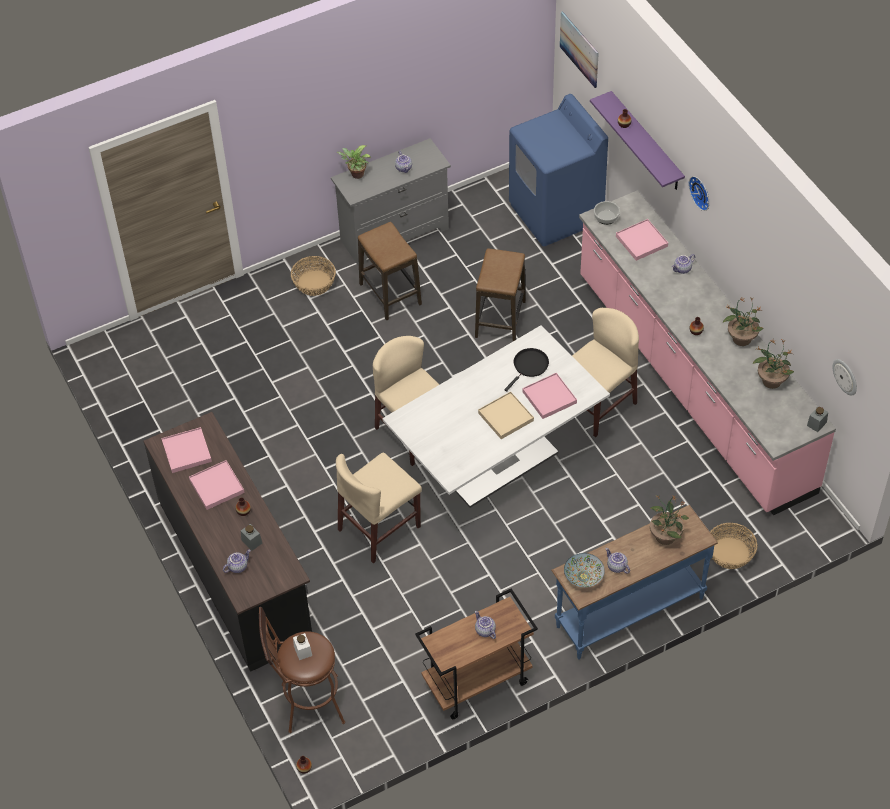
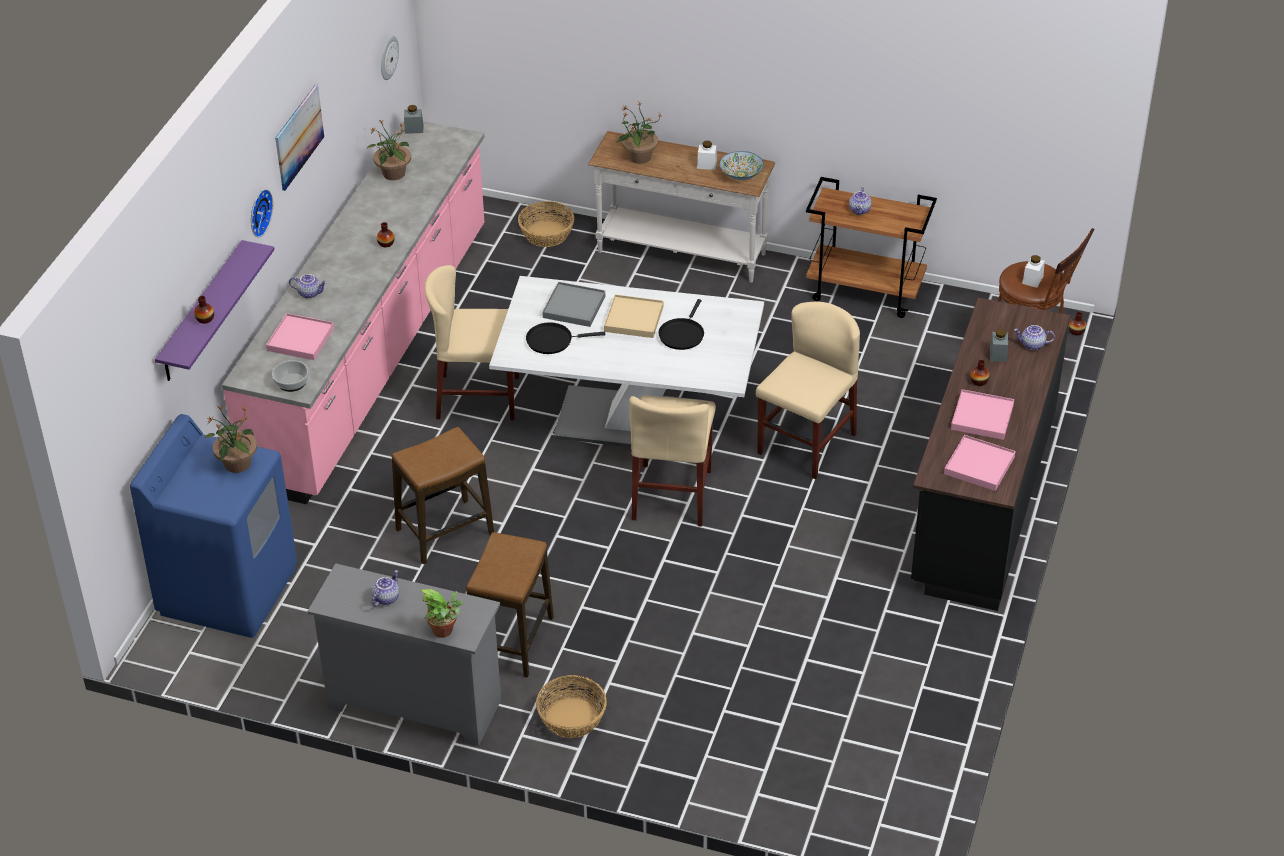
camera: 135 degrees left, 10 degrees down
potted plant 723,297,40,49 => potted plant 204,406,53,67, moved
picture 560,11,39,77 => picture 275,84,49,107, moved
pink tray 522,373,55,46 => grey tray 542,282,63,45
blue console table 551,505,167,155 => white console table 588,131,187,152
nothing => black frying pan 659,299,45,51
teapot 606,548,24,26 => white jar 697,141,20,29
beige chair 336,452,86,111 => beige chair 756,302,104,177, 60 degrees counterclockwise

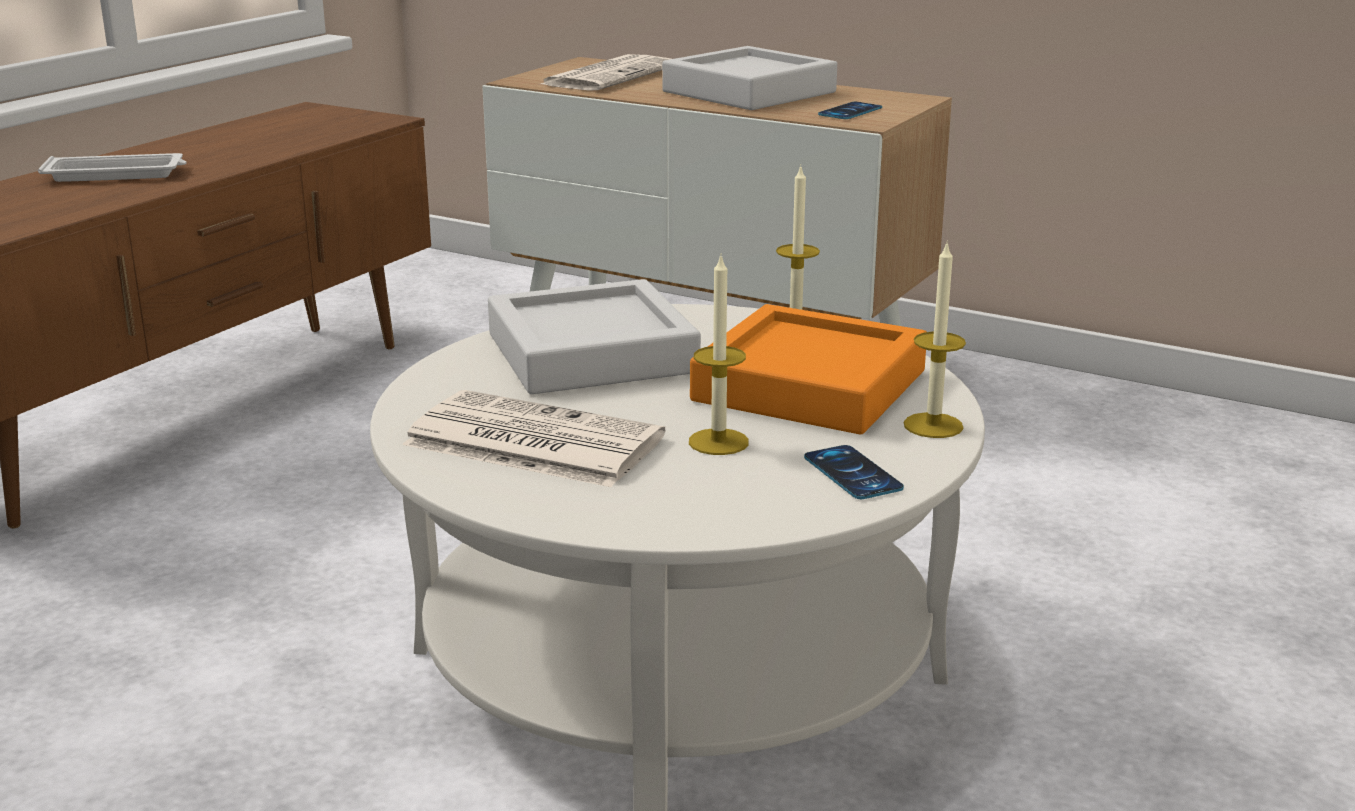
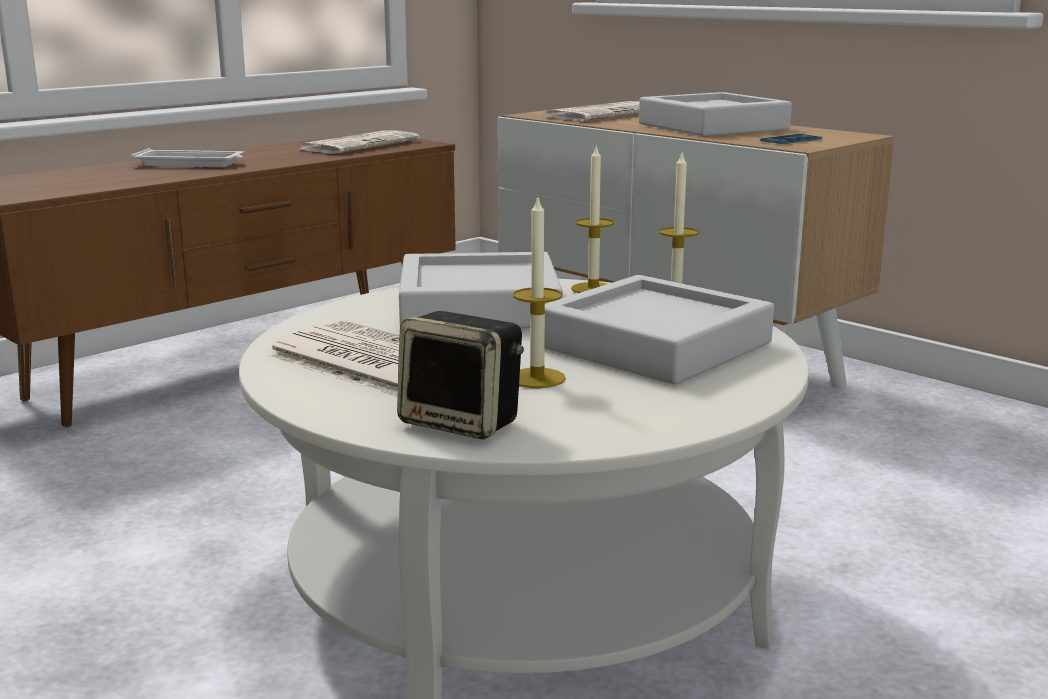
camera: 15 degrees right, 5 degrees down
nothing => newspaper 297,130,123,24
nothing => speaker 397,311,127,128
orange tray 690,304,236,130 => grey tray 544,275,230,109
candle 904,241,62,197 => candle 571,144,43,149, moved
phone 804,445,100,54 => nothing

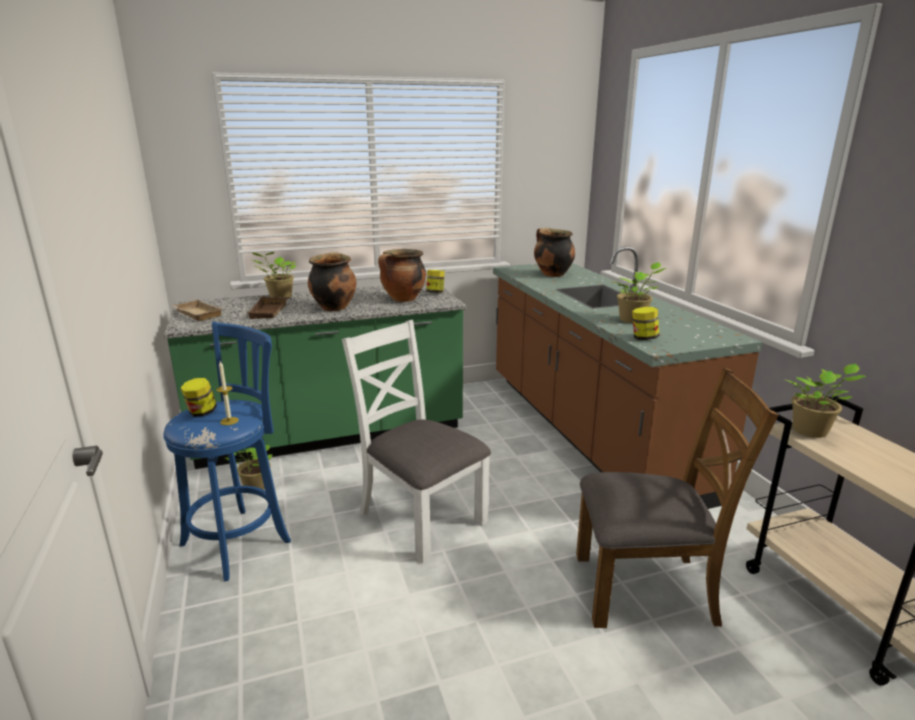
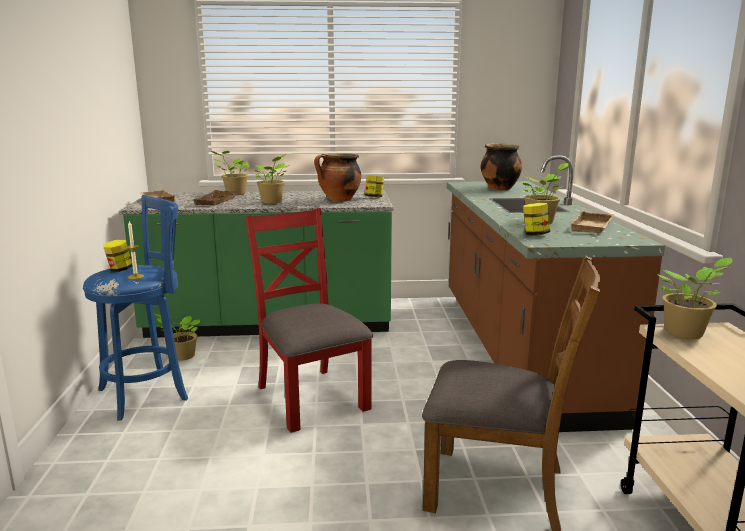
camera: 15 degrees right, 5 degrees down
white chair 342,320,149,243 => red chair 245,208,128,225
cooking pot 308,252,48,59 => potted plant 252,154,38,49
nothing => beige tray 570,211,44,22

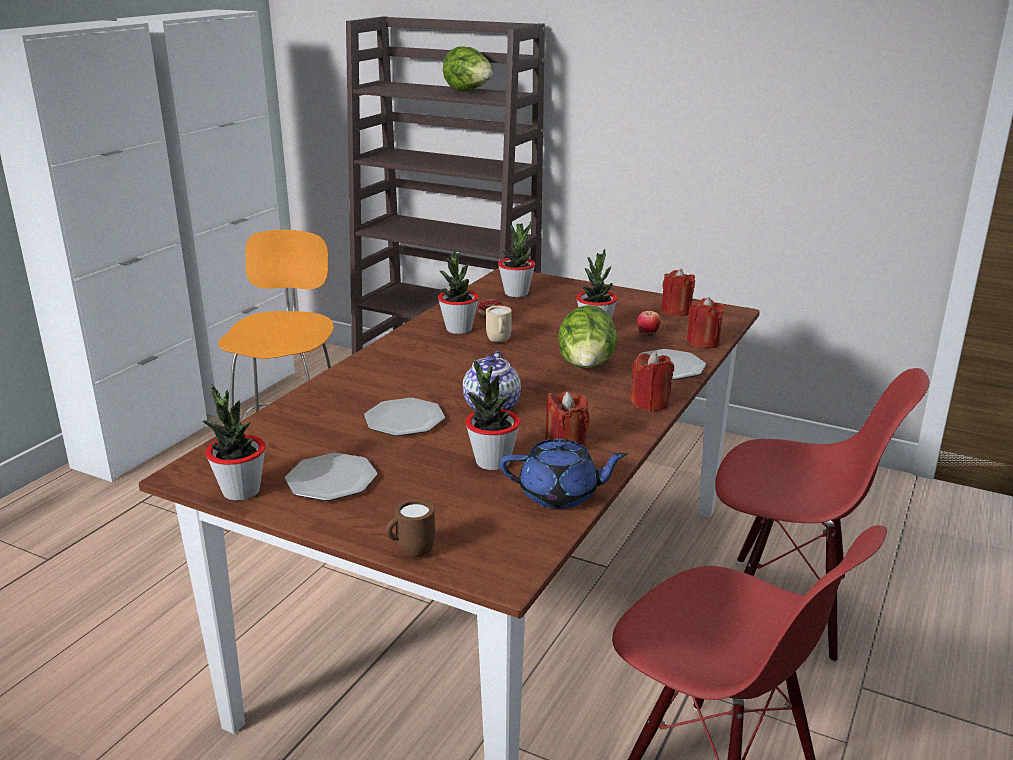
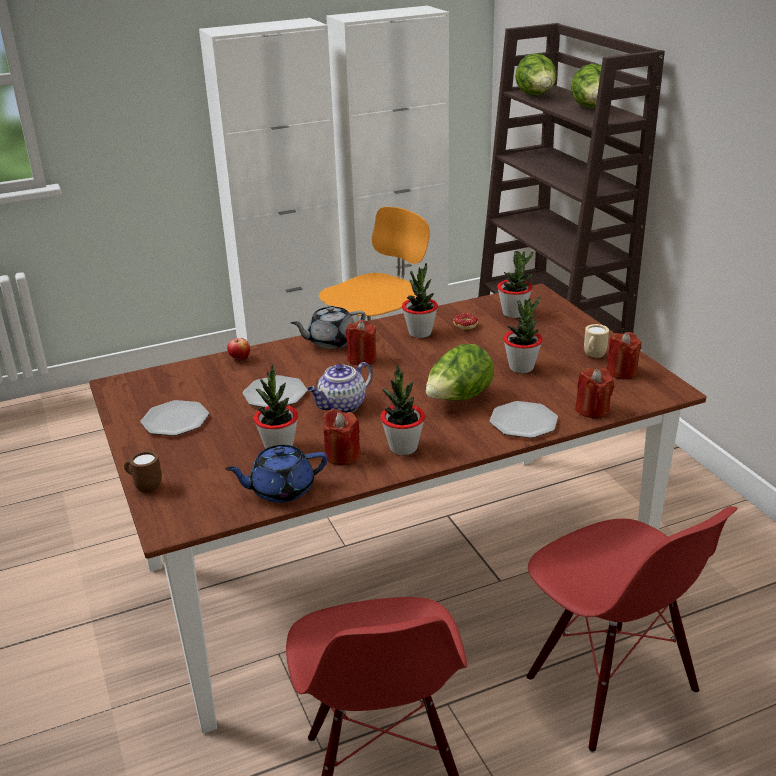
camera: 40 degrees right, 5 degrees up
blue teapot 500,438,128,71 => blue teapot 225,445,102,58, 120 degrees clockwise
apple 637,311,24,25 => apple 227,338,23,23, moved
nothing => grey teapot 291,306,75,43
red candle 630,352,44,59 => red candle 346,320,30,45, moved
potted plant 202,384,64,117 => potted plant 381,364,44,91, moved
nothing => lettuce 515,53,42,42
beige mug 486,306,26,36 => beige mug 584,324,25,34, moved

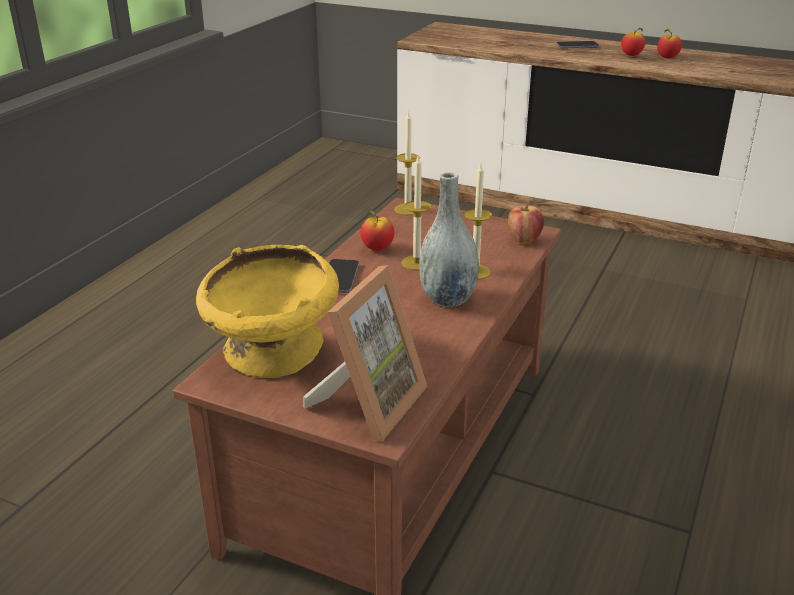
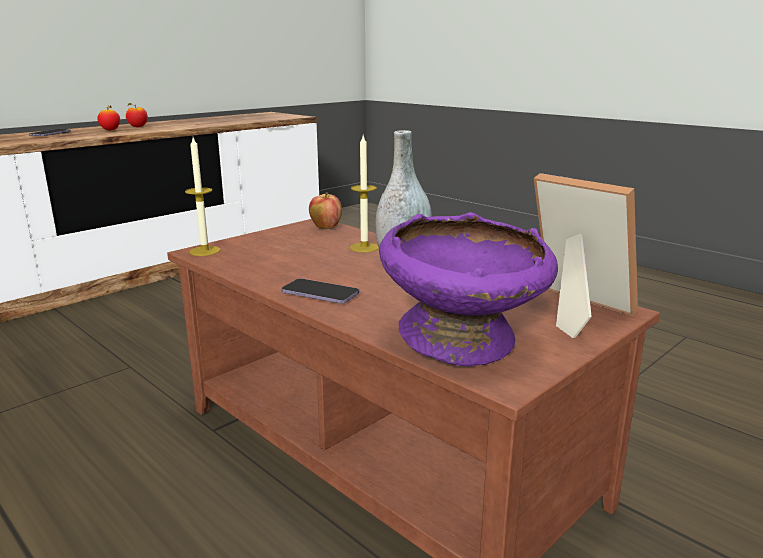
camera: 70 degrees left, 10 degrees down
yellow bowl 196,245,143,133 => purple bowl 379,212,179,154
apple 360,210,34,40 => nothing
candle 402,156,29,114 => nothing

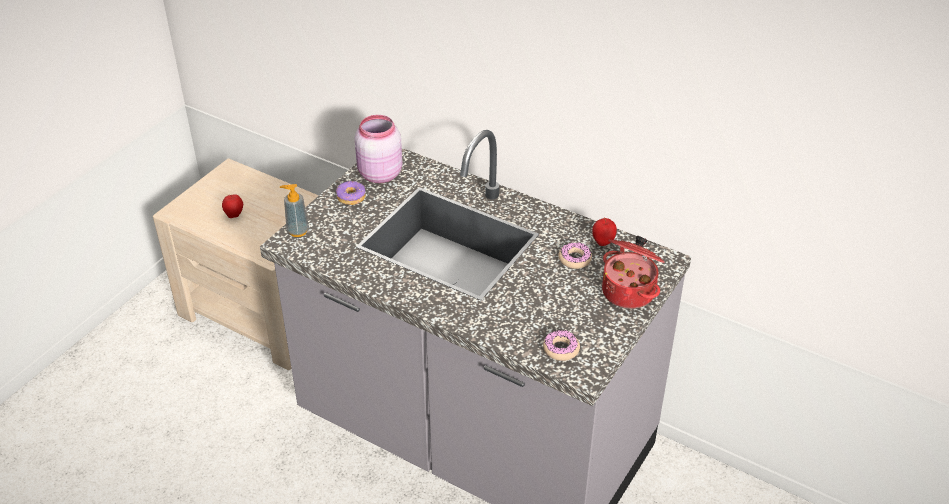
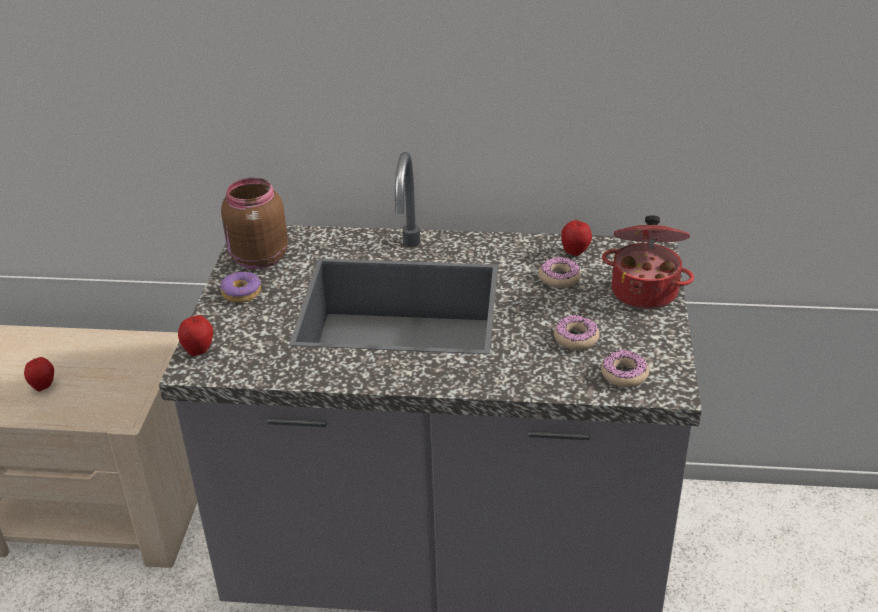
camera: 25 degrees left, 5 degrees down
soap dispenser 280,184,29,53 => apple 178,315,35,41
pink jar 355,115,47,68 => brown jar 221,178,67,91
nothing => donut 554,315,46,35

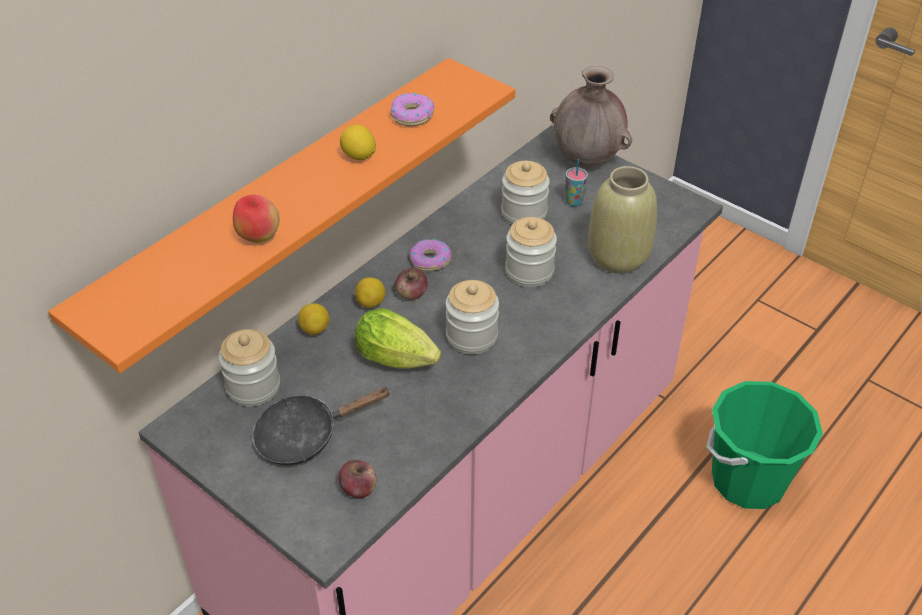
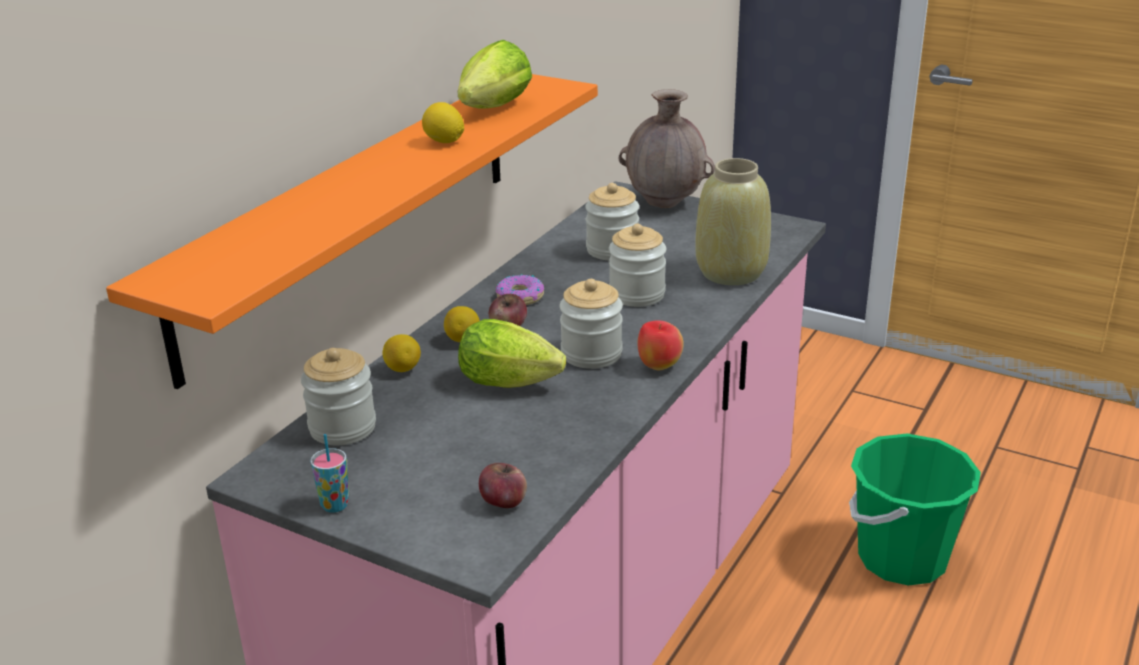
camera: 10 degrees left, 15 degrees down
cup 565,159,23,48 => cup 310,434,39,79, moved
donut 390,93,45,33 => lettuce 458,40,74,69
apple 233,195,47,48 => apple 638,320,46,51, moved
black frying pan 252,387,139,78 => nothing

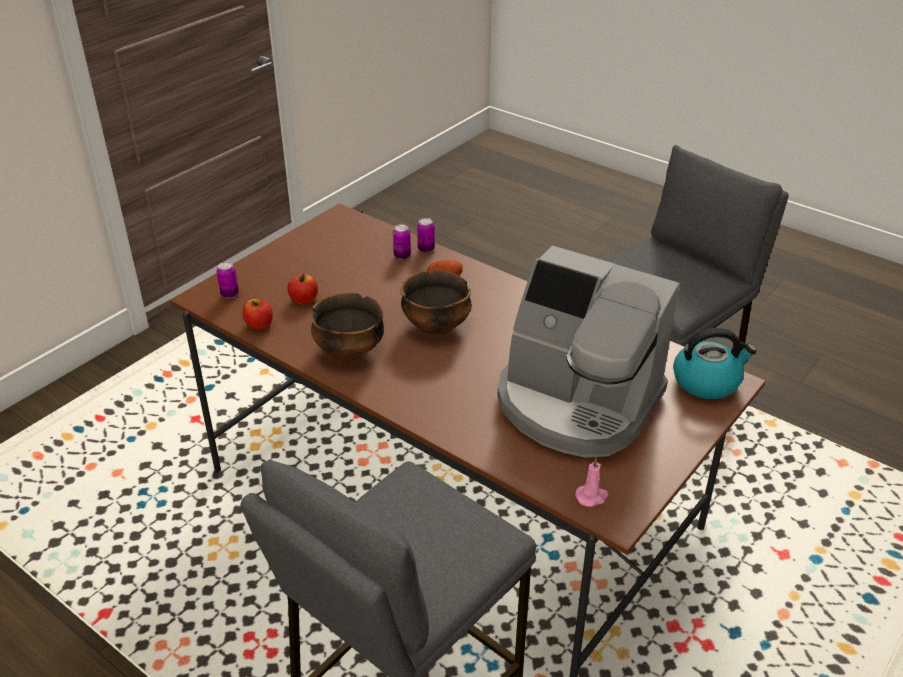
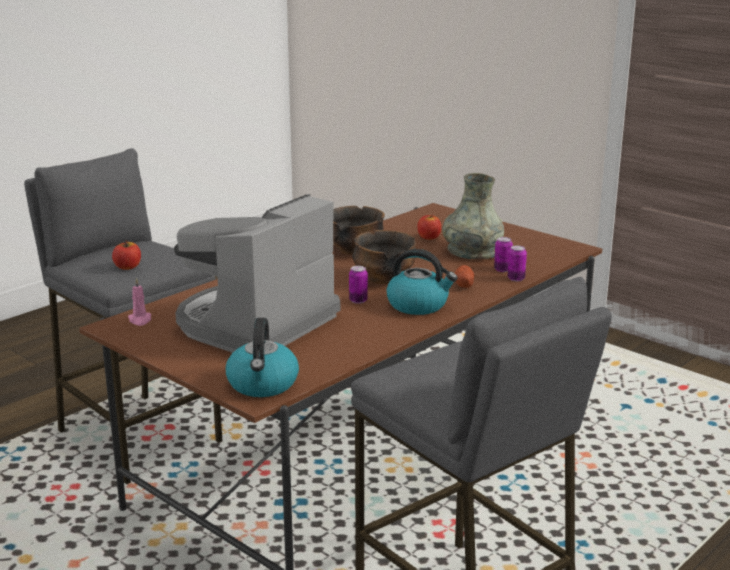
camera: 95 degrees right, 15 degrees down
apple 242,299,31,31 => apple 112,240,29,30, moved
can 217,262,22,36 => can 349,266,19,38, moved
nothing => kettle 386,249,71,66
nothing => grey vase 442,173,62,87

